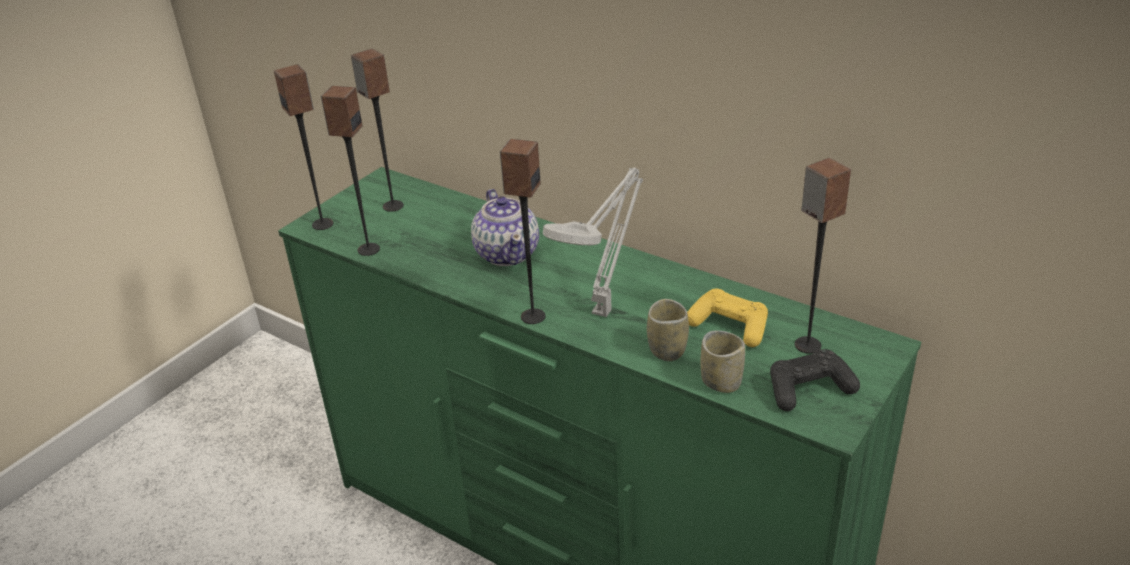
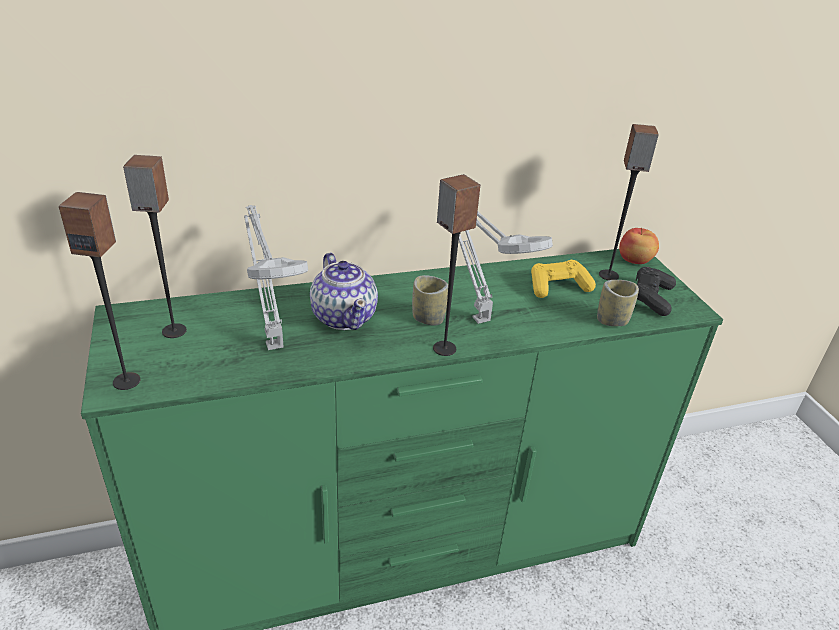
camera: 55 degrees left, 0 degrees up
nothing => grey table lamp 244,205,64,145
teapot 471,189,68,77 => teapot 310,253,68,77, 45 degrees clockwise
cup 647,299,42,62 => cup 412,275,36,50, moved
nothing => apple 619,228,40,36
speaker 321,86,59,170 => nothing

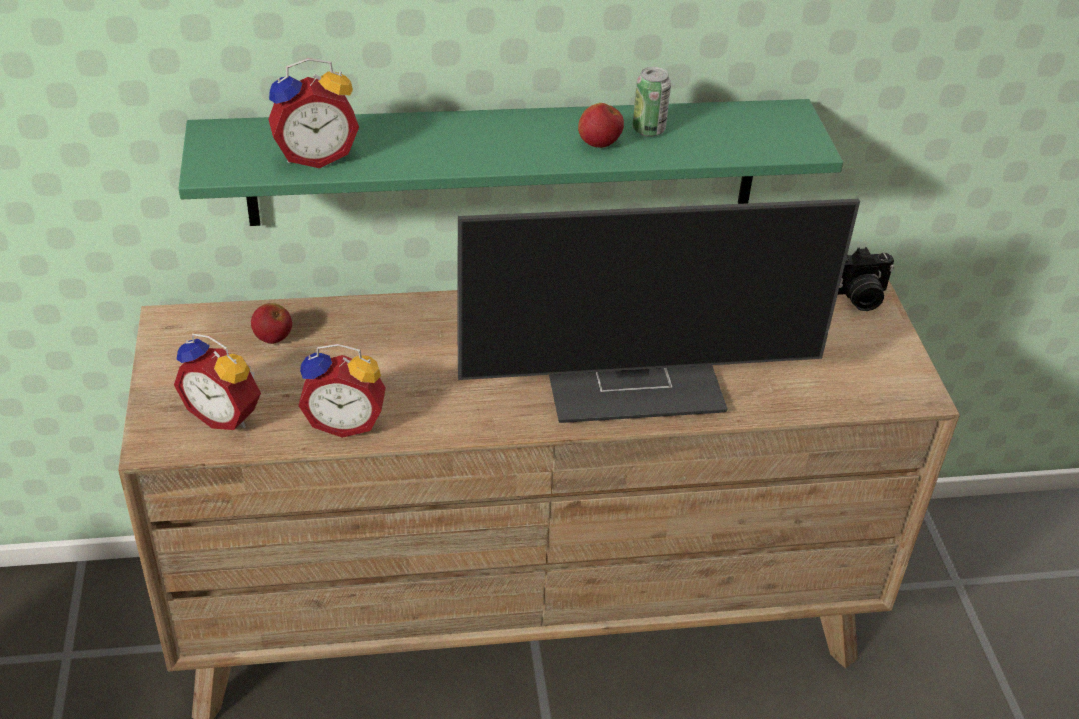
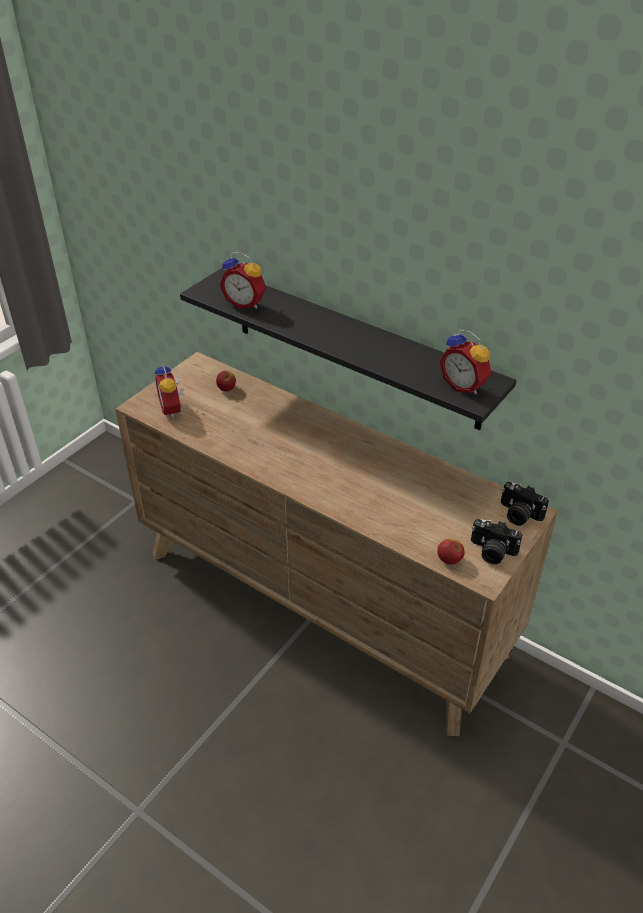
camera: 45 degrees right, 0 degrees up
green shelf 178,99,665,127 => black shelf 180,269,337,161
apple 578,103,46,45 => apple 437,538,28,27, moved
alarm clock 298,344,88,94 => alarm clock 440,329,52,66, moved
nothing => photo camera 471,519,52,45
monitor 458,199,402,224 => nothing
can 632,67,39,70 => nothing

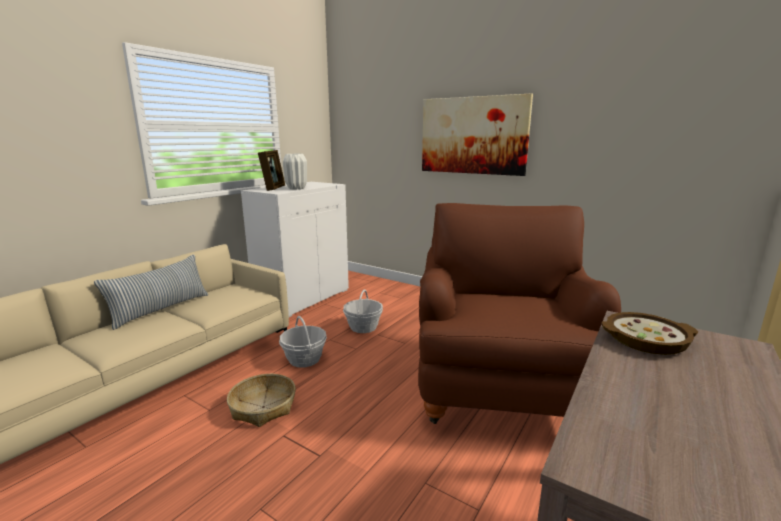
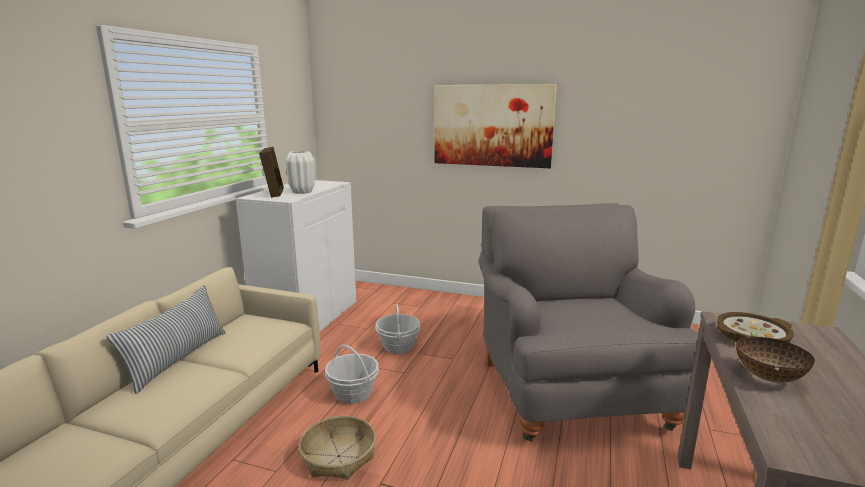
camera: 15 degrees left, 0 degrees up
brown armchair 418,203,203,221 => grey armchair 479,203,220,238
nothing => bowl 736,337,79,46

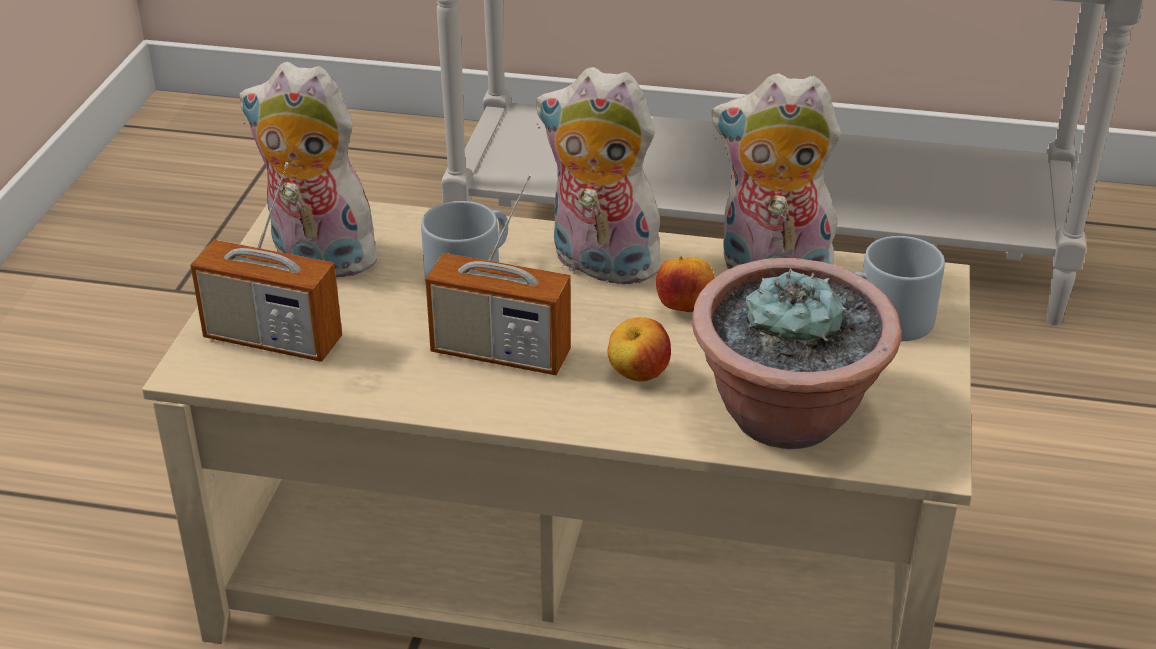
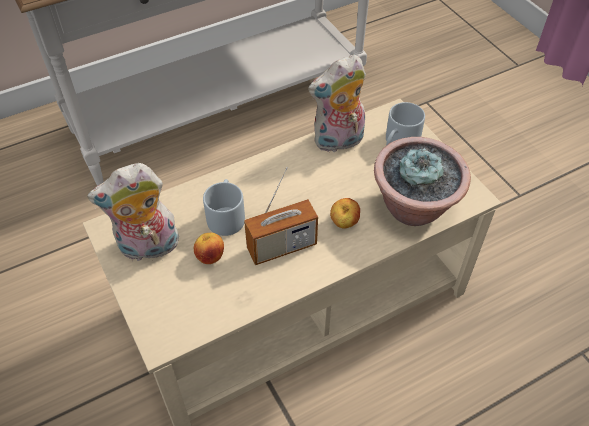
camera: 40 degrees left, 15 degrees up
apple 656,256,58,56 => apple 194,233,30,31, moved
radio 191,162,151,200 => nothing
plush toy 536,67,133,221 => nothing

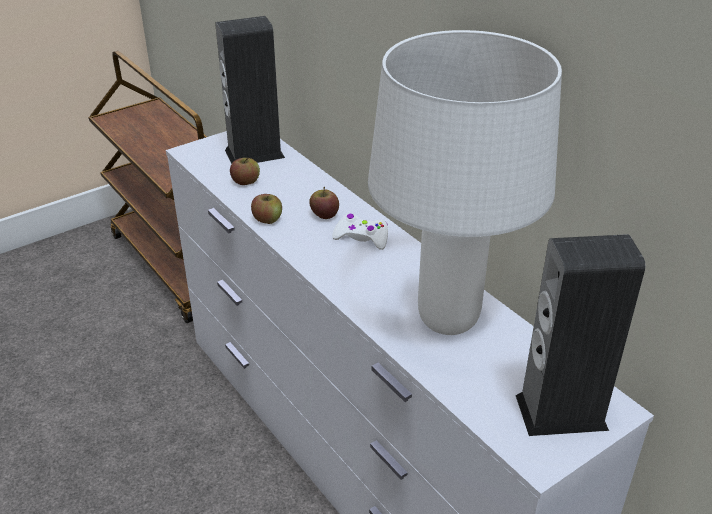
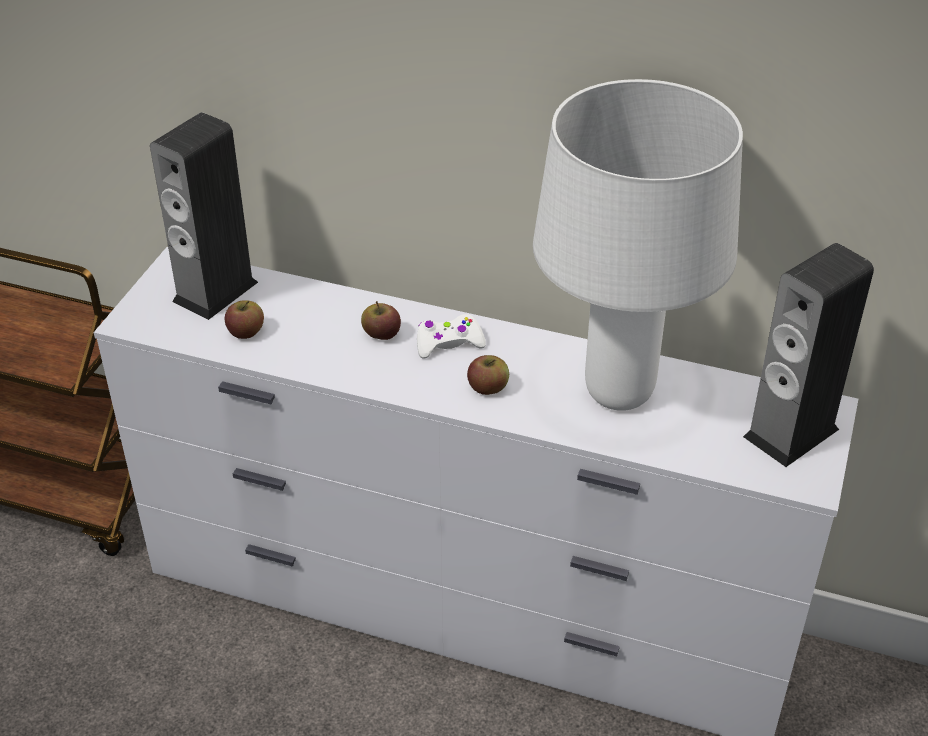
camera: 35 degrees left, 5 degrees up
apple 251,194,31,30 => apple 467,355,42,40, moved

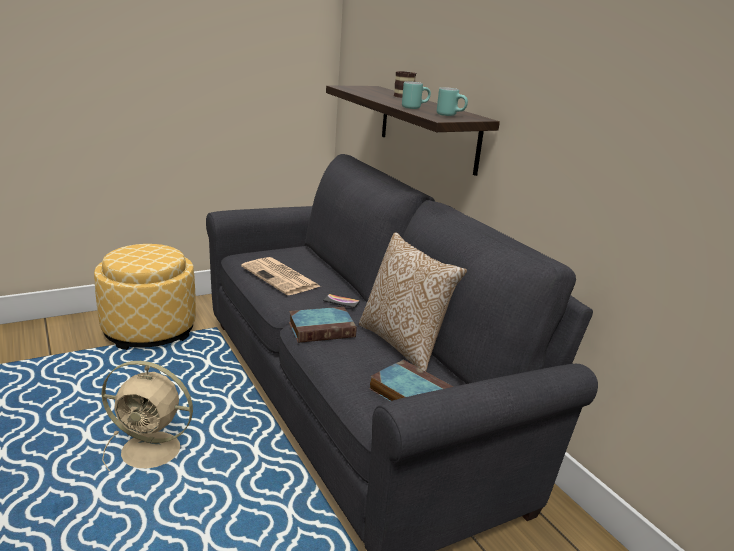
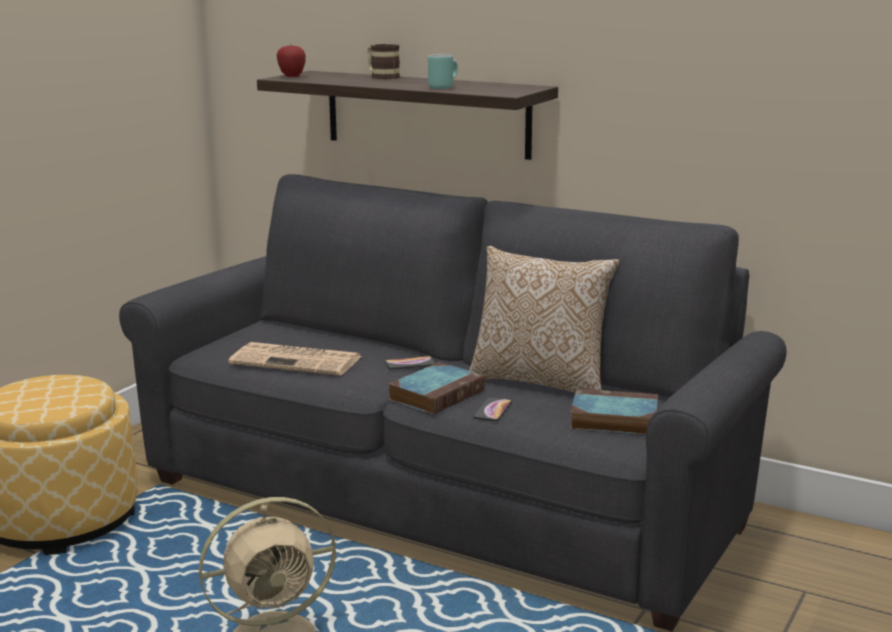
camera: 30 degrees left, 5 degrees down
nothing => apple 277,46,29,31
nothing => phone 473,397,39,24
turquoise mug 437,87,31,29 => nothing

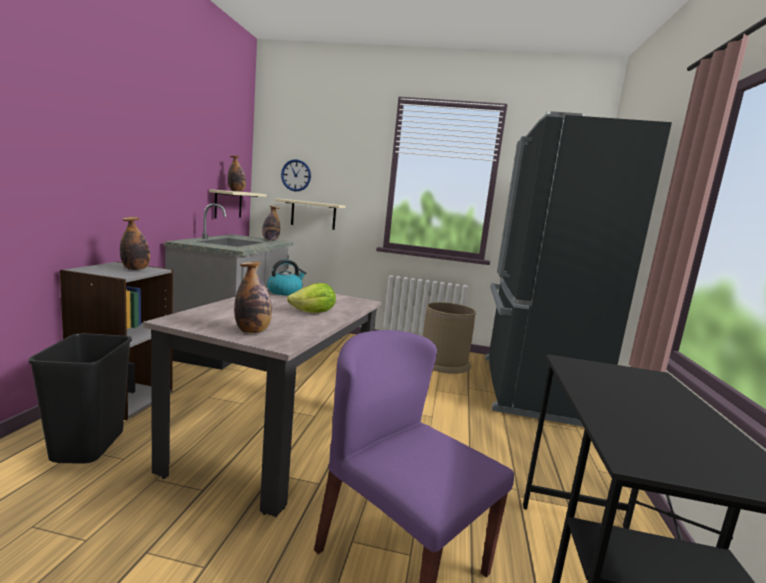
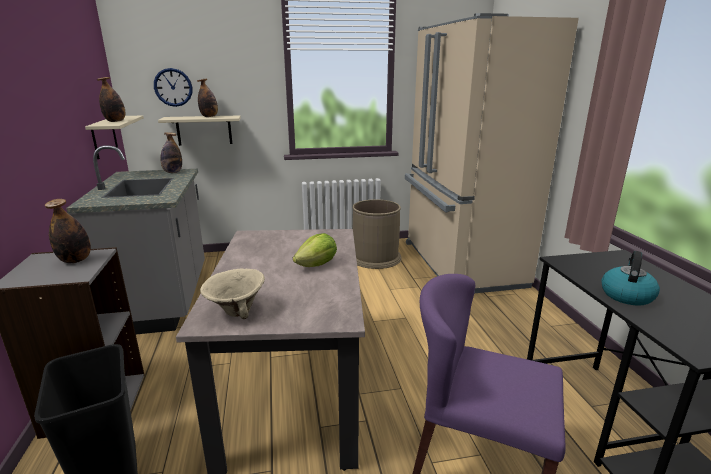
camera: 20 degrees left, 10 degrees up
bottle 234,261,38,72 => bottle 197,79,21,38, moved
nothing => beige bowl 200,269,65,50
black fridge 485,111,187,316 => beige fridge 405,13,174,280
kettle 267,259,39,36 => kettle 601,251,59,55, moved

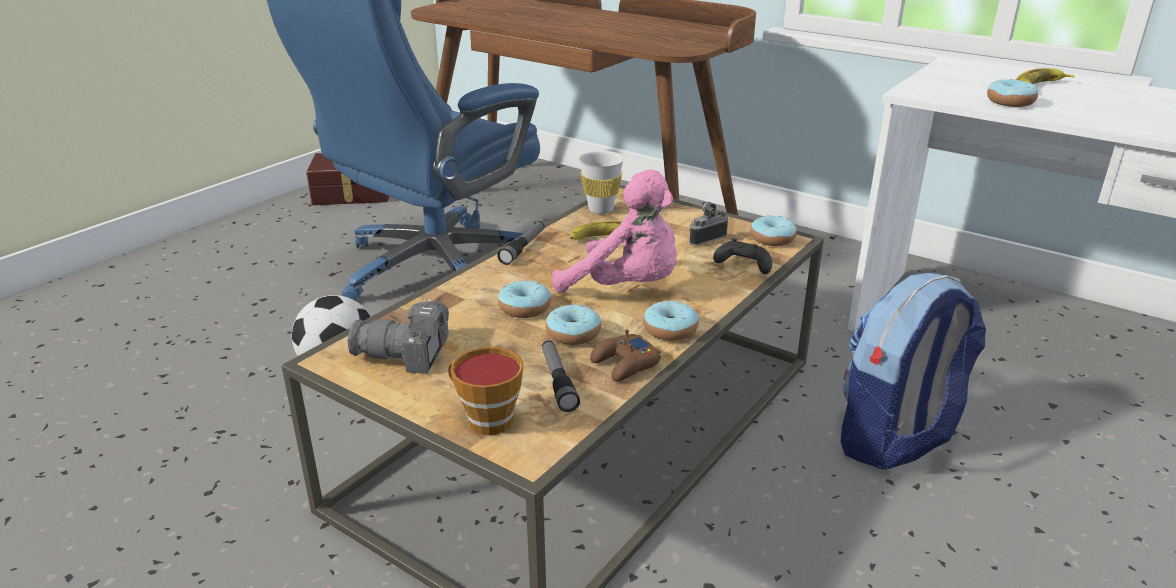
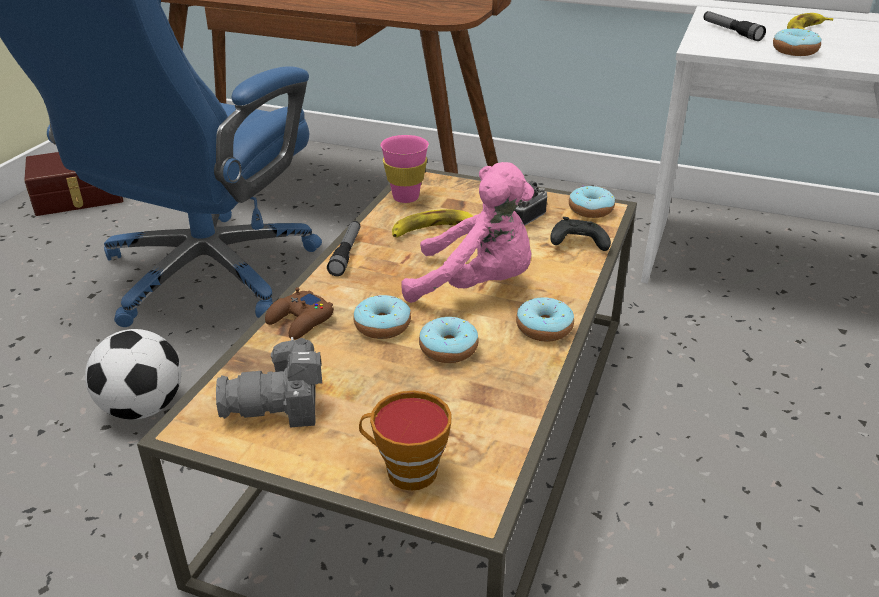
camera: 15 degrees left, 5 degrees up
brown game controller 590,329,71,53 => brown game controller 265,287,69,53, moved
white cup 579,151,45,63 => pink cup 380,135,49,68
flashlight 542,341,38,71 => flashlight 703,11,63,30, moved
backpack 841,273,145,197 => nothing

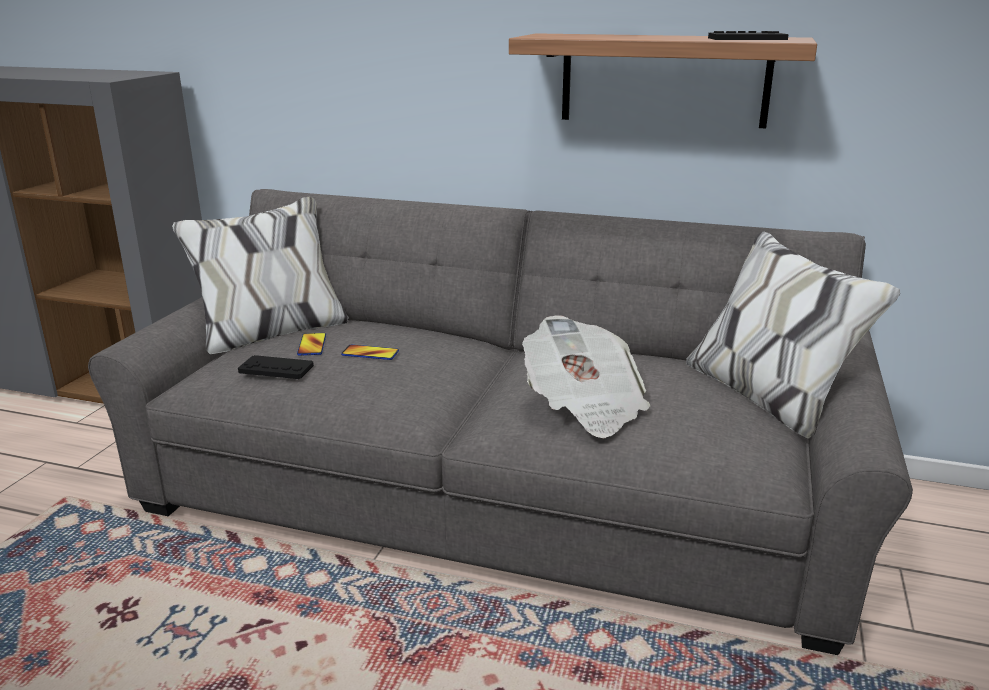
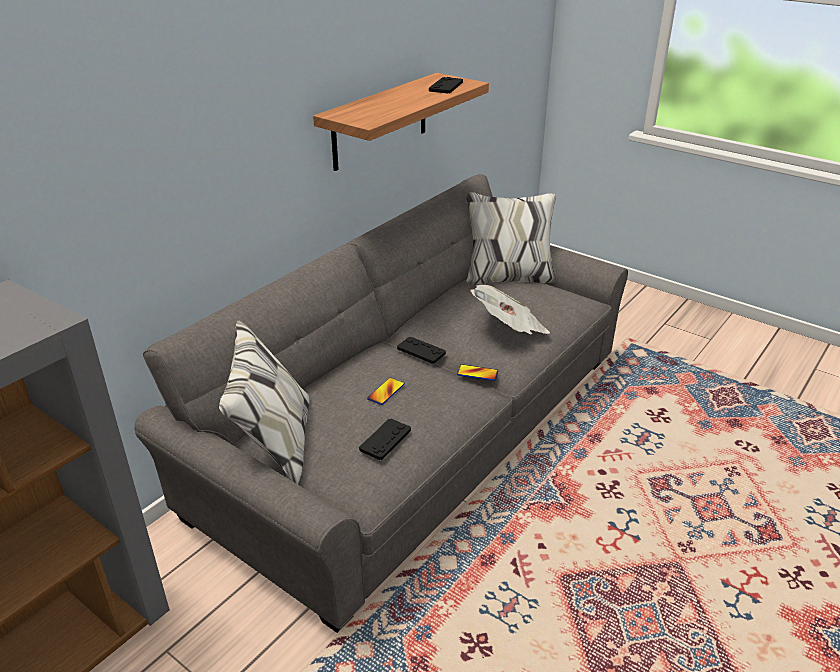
camera: 70 degrees left, 10 degrees up
nothing => black game controller 397,337,49,27
phone 297,333,29,23 => phone 457,364,41,17, moved

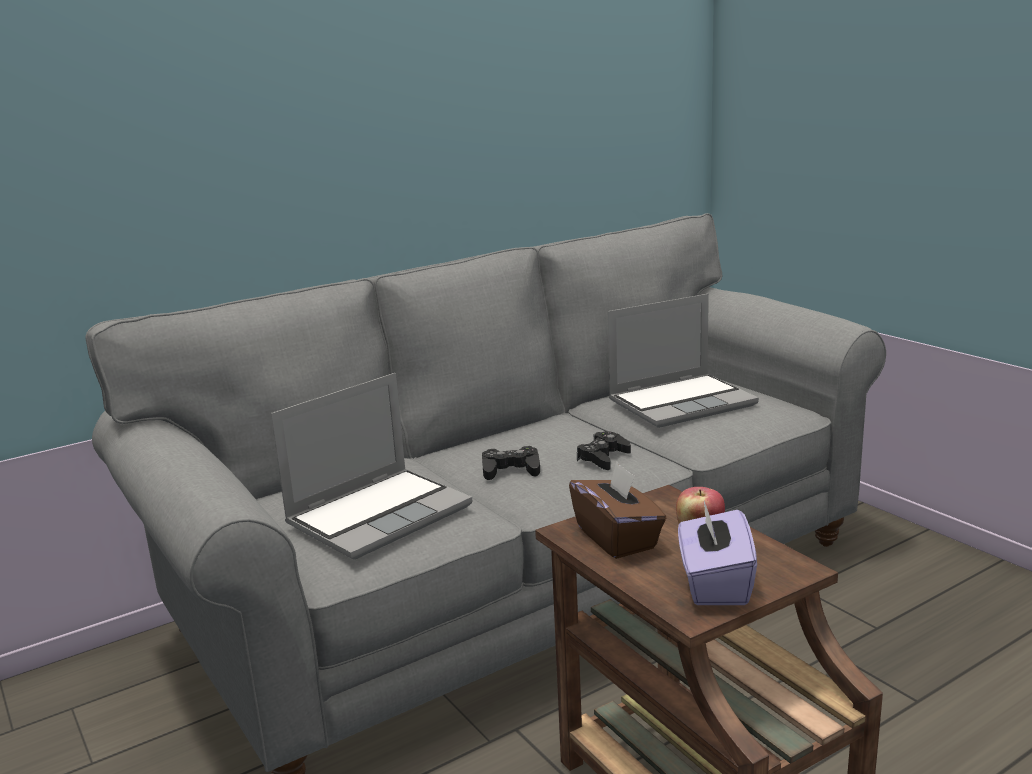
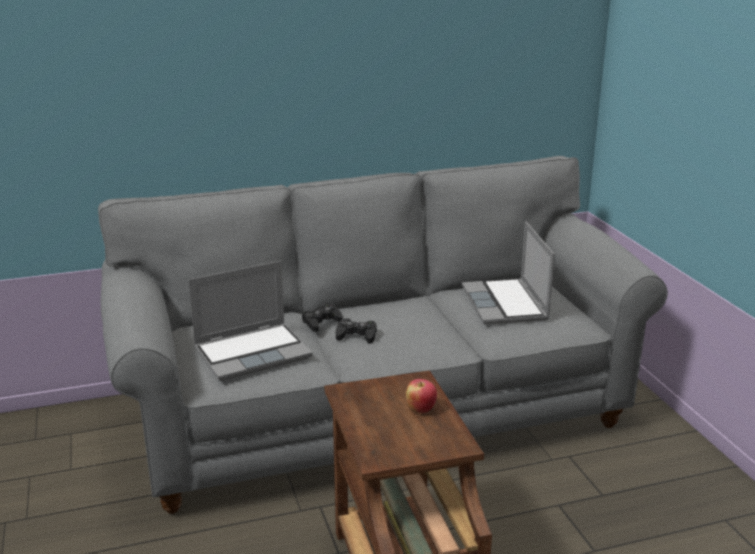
camera: 15 degrees right, 5 degrees up
black game controller 577,431,54,39 => black game controller 302,304,41,28, moved
laptop 608,294,151,134 => laptop 462,221,93,103, 90 degrees clockwise
brown tissue box 569,461,97,98 => nothing
purple tissue box 678,501,79,104 => nothing

